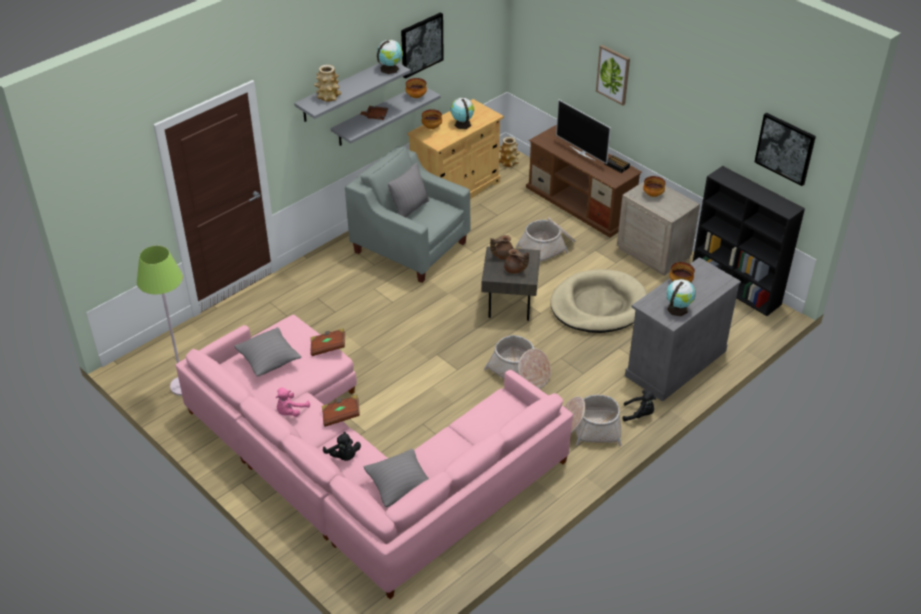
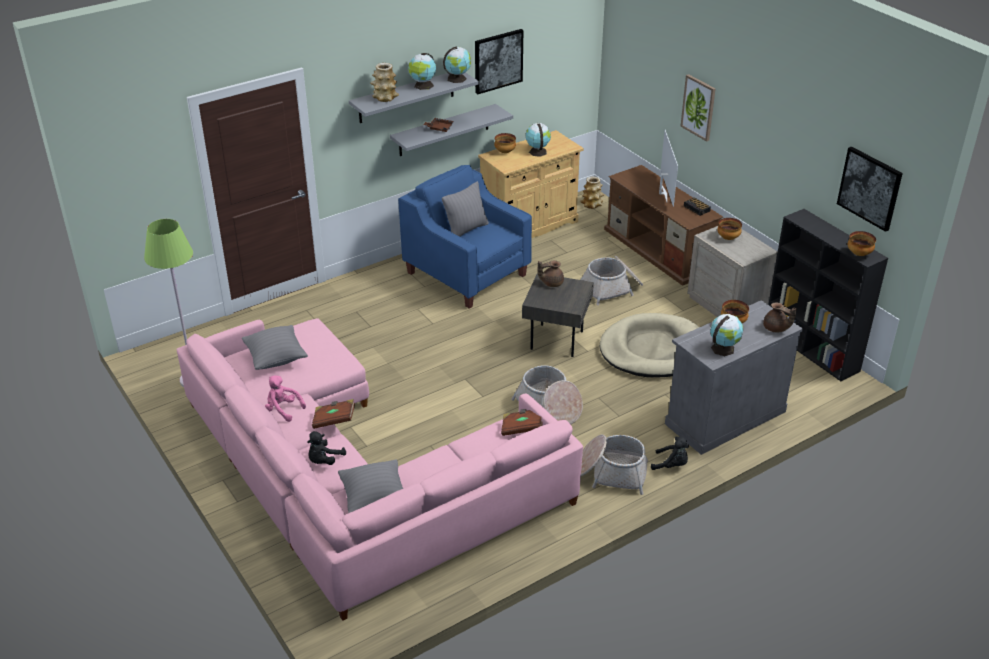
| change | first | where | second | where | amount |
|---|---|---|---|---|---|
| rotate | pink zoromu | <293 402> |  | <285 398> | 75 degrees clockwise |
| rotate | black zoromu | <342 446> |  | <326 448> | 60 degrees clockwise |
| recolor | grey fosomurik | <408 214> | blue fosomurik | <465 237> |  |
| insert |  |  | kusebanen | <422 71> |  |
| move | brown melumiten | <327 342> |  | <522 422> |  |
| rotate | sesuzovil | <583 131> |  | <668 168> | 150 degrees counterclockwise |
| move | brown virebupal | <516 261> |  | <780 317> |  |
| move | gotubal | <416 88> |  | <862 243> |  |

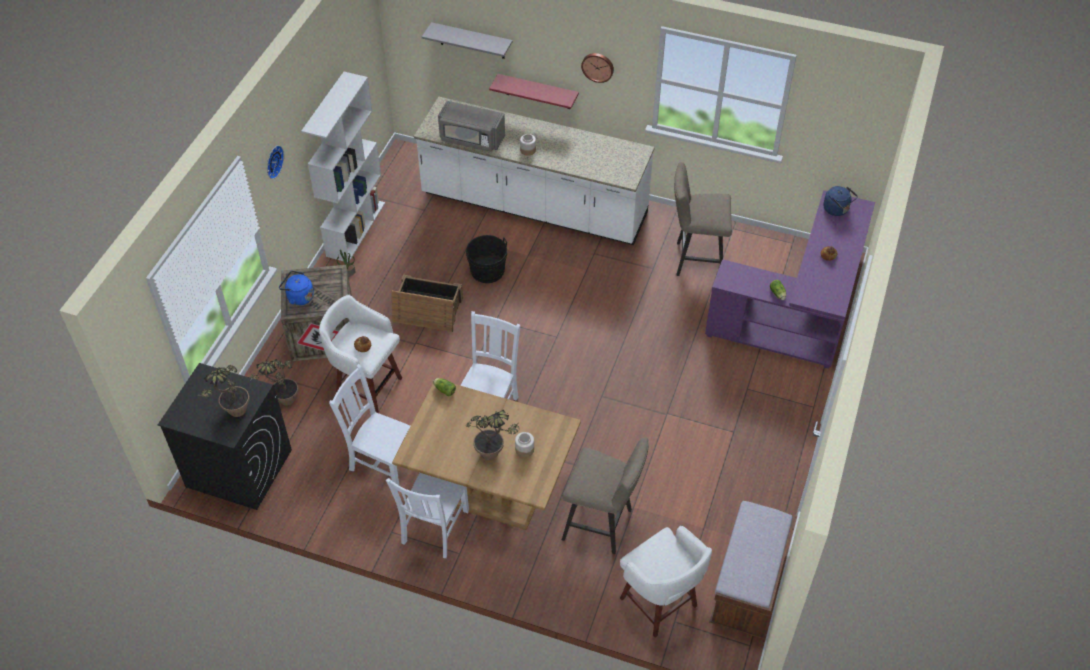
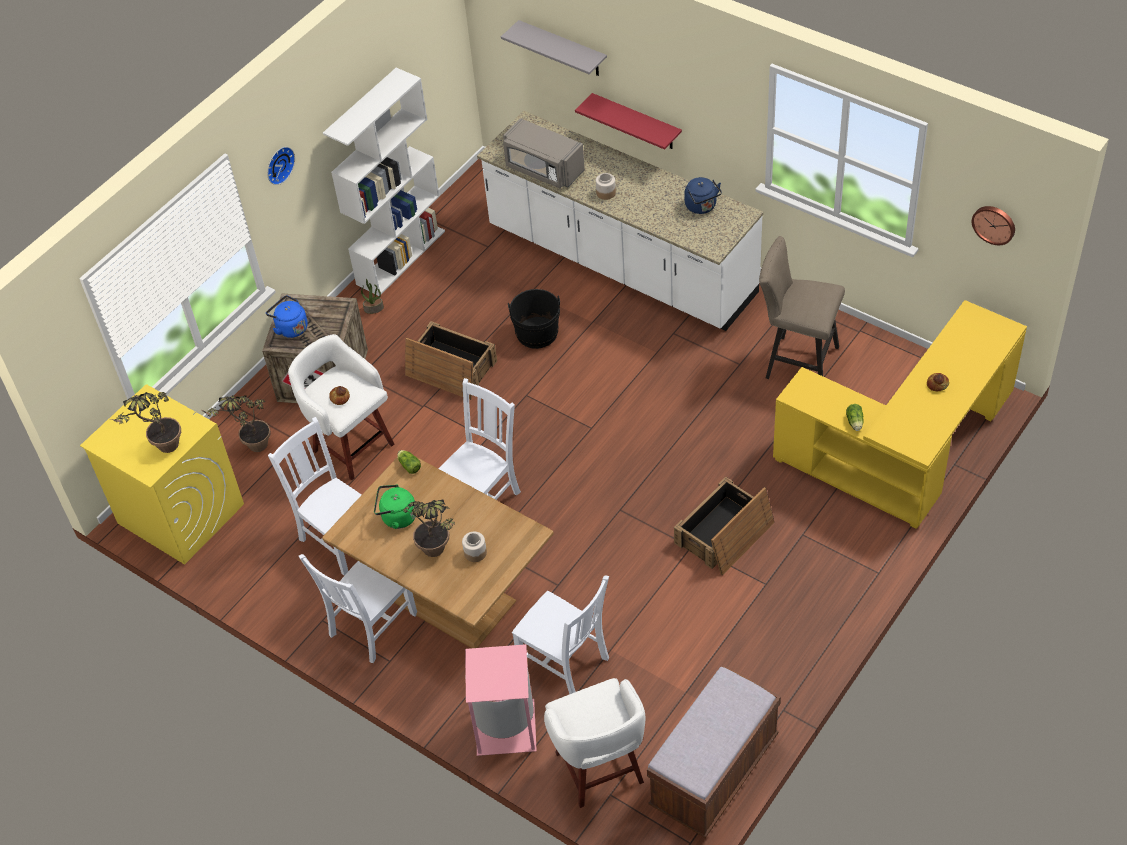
| change | first | where | second | where | amount |
|---|---|---|---|---|---|
| recolor | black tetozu | <225 436> | yellow tetozu | <162 474> |  |
| insert |  |  | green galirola | <395 506> |  |
| insert |  |  | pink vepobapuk | <501 700> |  |
| replace | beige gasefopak | <605 495> | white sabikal | <560 635> |  |
| insert |  |  | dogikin | <724 526> |  |
| move | blue galirola | <840 201> |  | <703 195> |  |
| recolor | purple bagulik | <790 279> | yellow bagulik | <900 414> |  |
| move | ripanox | <597 68> |  | <993 225> |  |

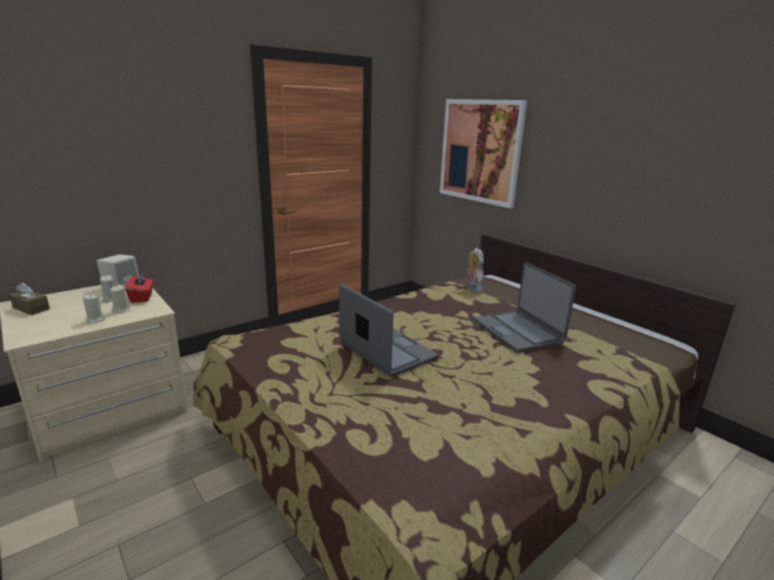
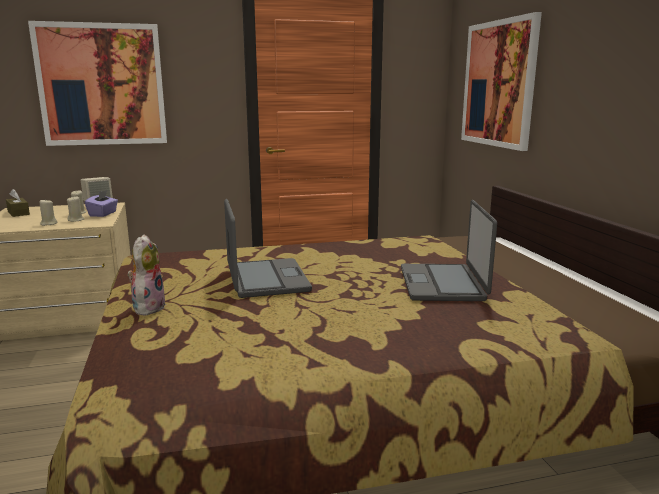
| change | first | where | second | where | amount |
|---|---|---|---|---|---|
| insert |  |  | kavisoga | <97 83> |  |
| recolor | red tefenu | <139 288> | purple tefenu | <101 203> |  |
| move | zoromu | <475 270> |  | <146 275> |  |

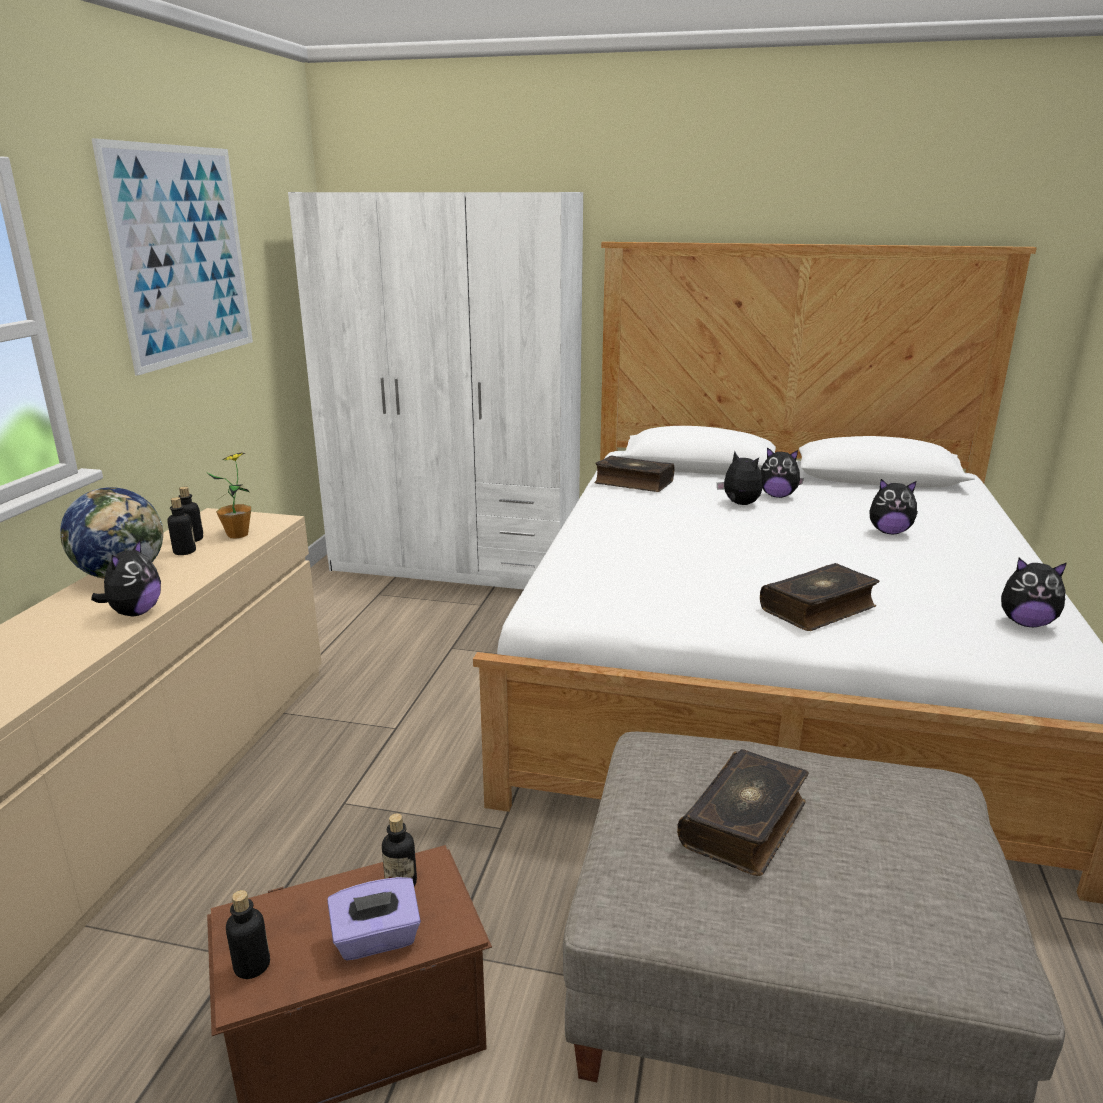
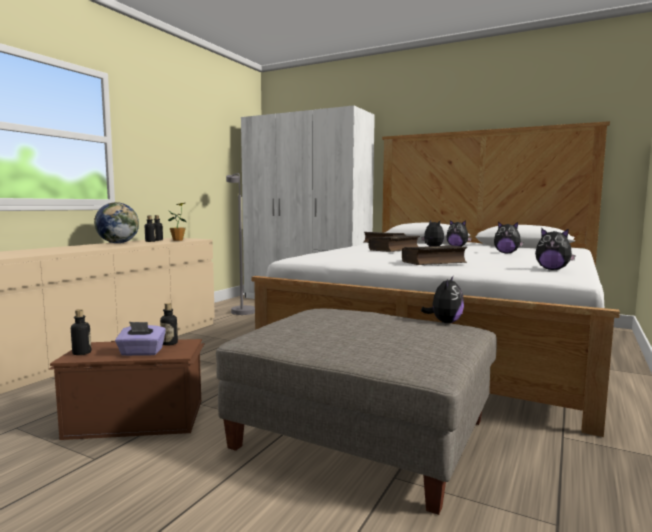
| change | first | where | second | where | amount |
|---|---|---|---|---|---|
| insert |  |  | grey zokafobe | <240 244> |  |
| move | melumiten | <743 812> |  | <394 243> |  |
| move | zoromu | <126 578> |  | <442 299> |  |
| delete | kavisoga | <172 257> |  |  |  |

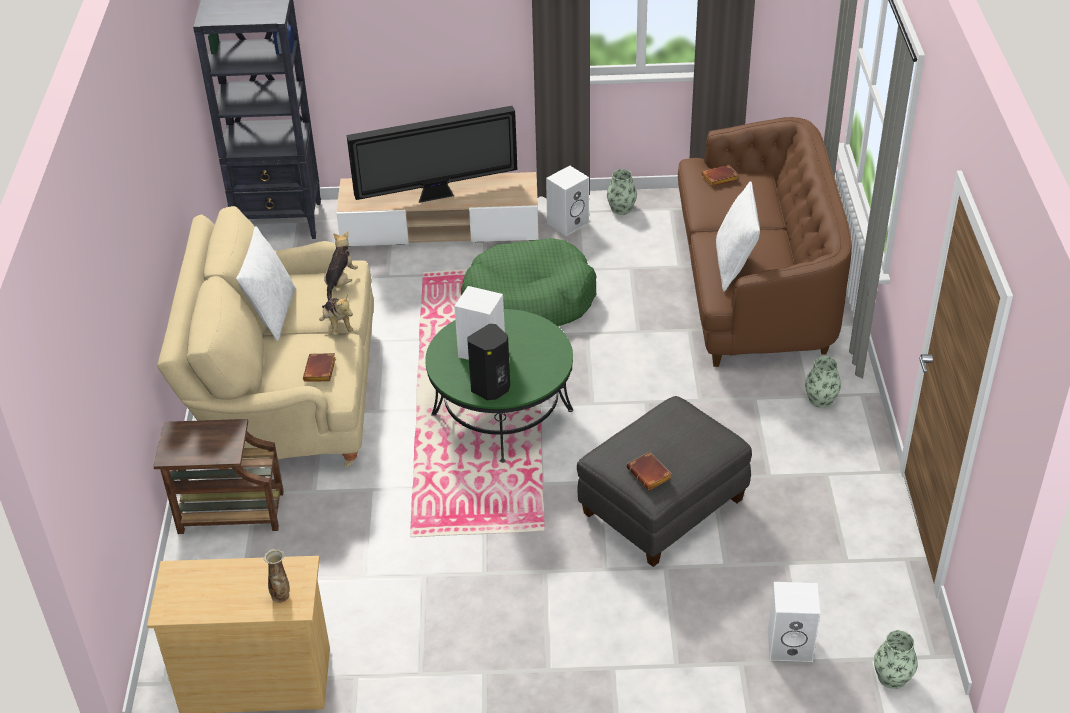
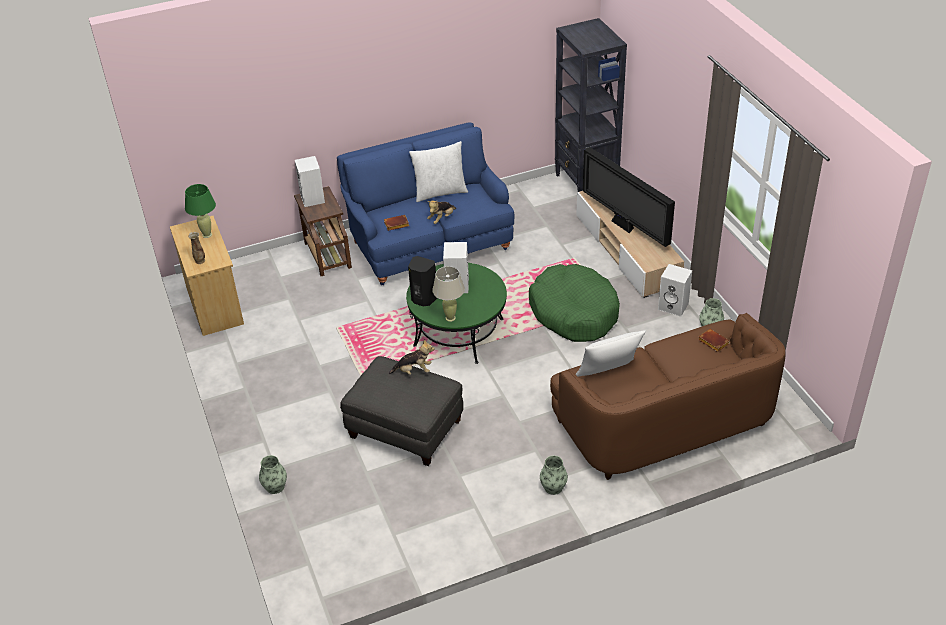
| change | first | where | second | where | amount |
|---|---|---|---|---|---|
| insert |  |  | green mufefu | <200 211> |  |
| move | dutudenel | <895 659> |  | <273 474> |  |
| move | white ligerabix | <794 622> |  | <310 181> |  |
| recolor | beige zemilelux | <265 338> | blue zemilelux | <425 203> |  |
| move | zoromu | <341 265> |  | <412 357> |  |
| insert |  |  | beige mufefu | <448 294> |  |
| delete | brown melumiten | <649 471> |  |  |  |

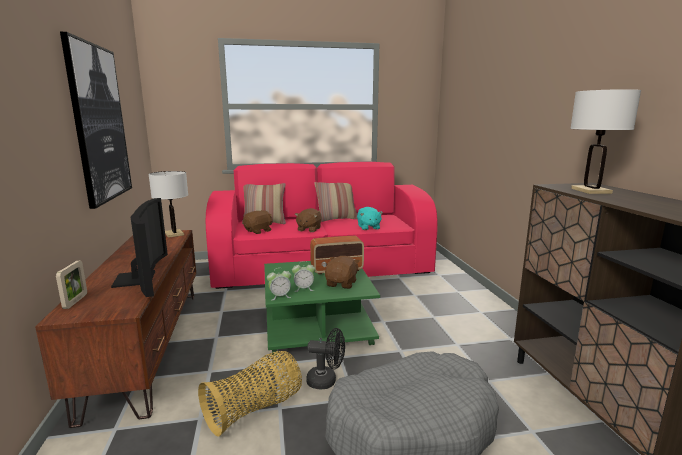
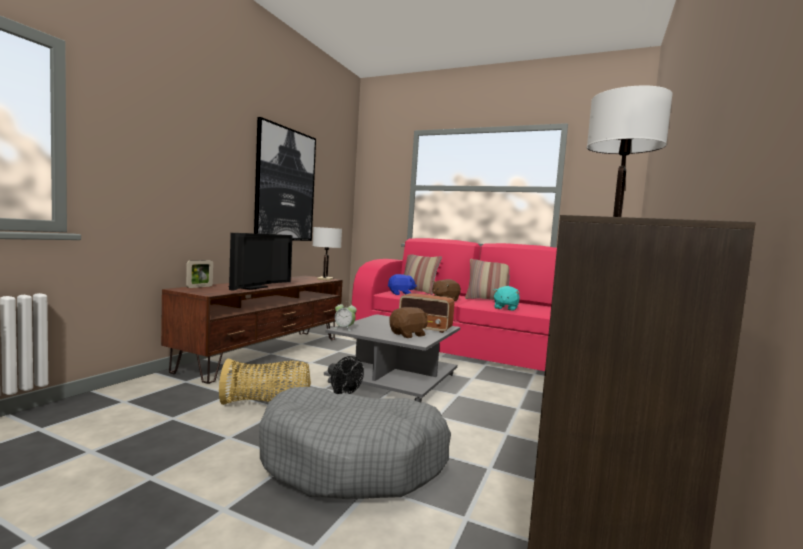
| change | first | where | second | where | amount |
|---|---|---|---|---|---|
| recolor | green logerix | <322 308> | grey logerix | <392 358> |  |
| recolor | brown zoromu | <258 222> | blue zoromu | <402 284> |  |
| delete | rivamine | <304 276> |  |  |  |

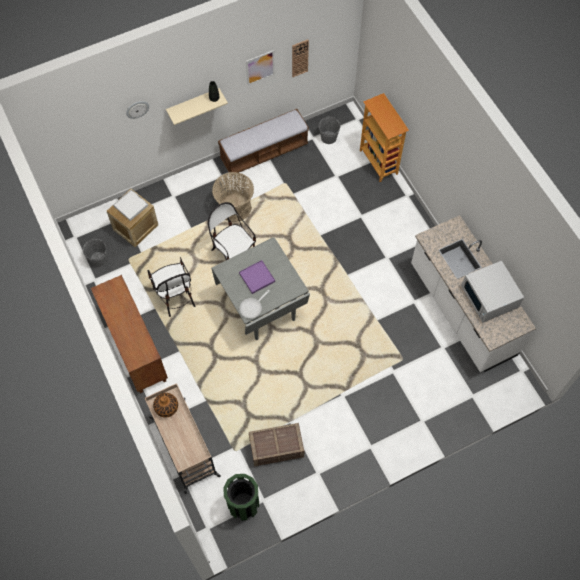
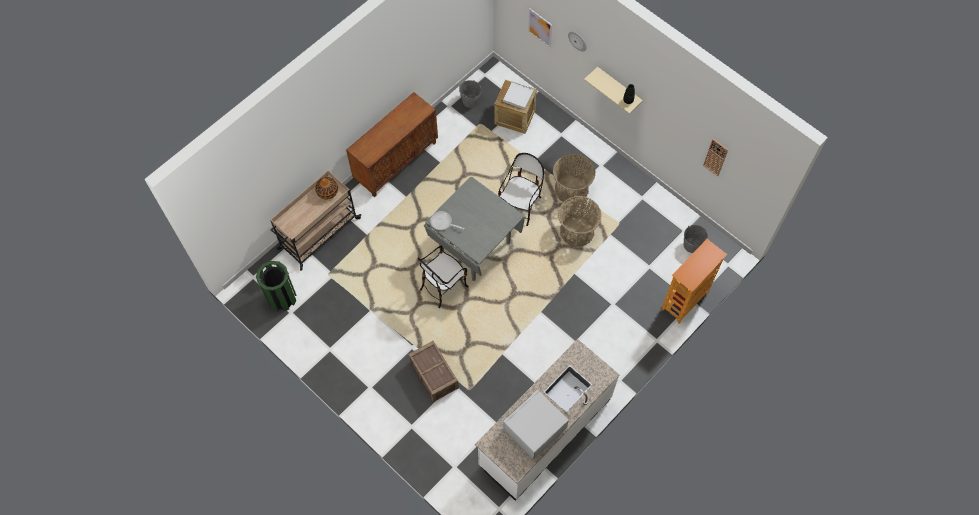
| change | first | where | second | where | amount |
|---|---|---|---|---|---|
| move | dogikin | <276 445> |  | <433 371> |  |
| move | sabikal | <171 287> |  | <443 277> |  |
| move | kavisoga | <260 67> |  | <540 28> |  |
| insert |  |  | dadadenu | <580 221> |  |
| delete | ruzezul | <263 142> |  |  |  |
| delete | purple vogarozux | <257 277> |  |  |  |

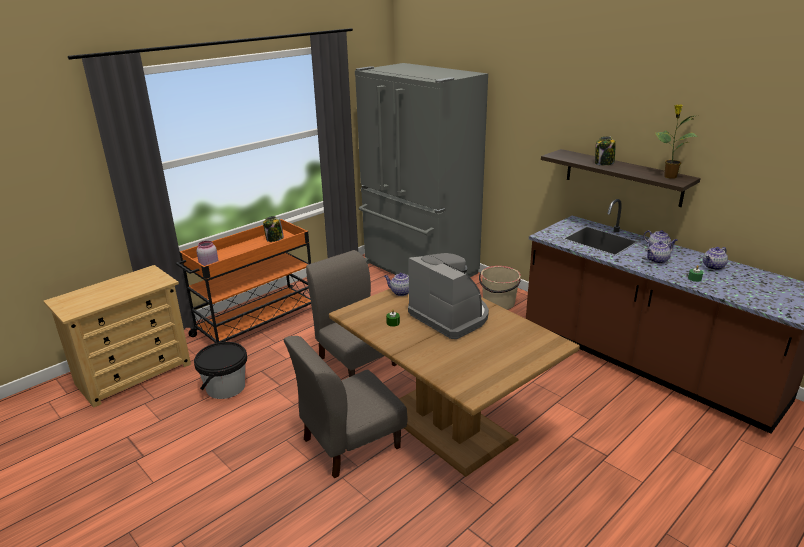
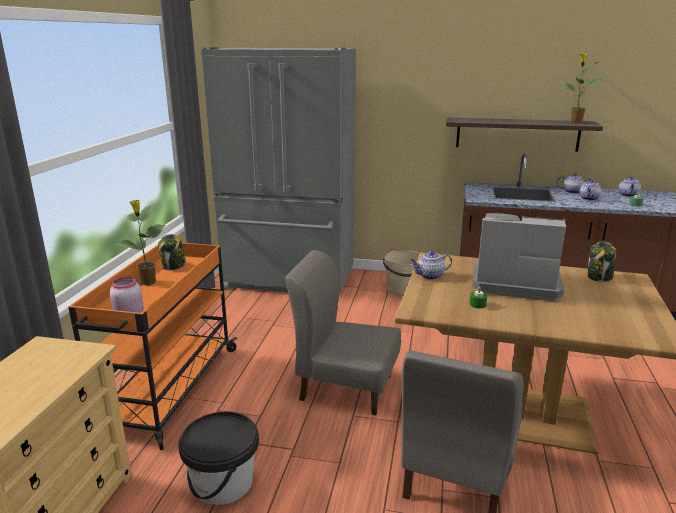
| change | first | where | second | where | amount |
|---|---|---|---|---|---|
| insert |  |  | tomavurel | <140 242> |  |
| move | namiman | <605 151> |  | <601 262> |  |

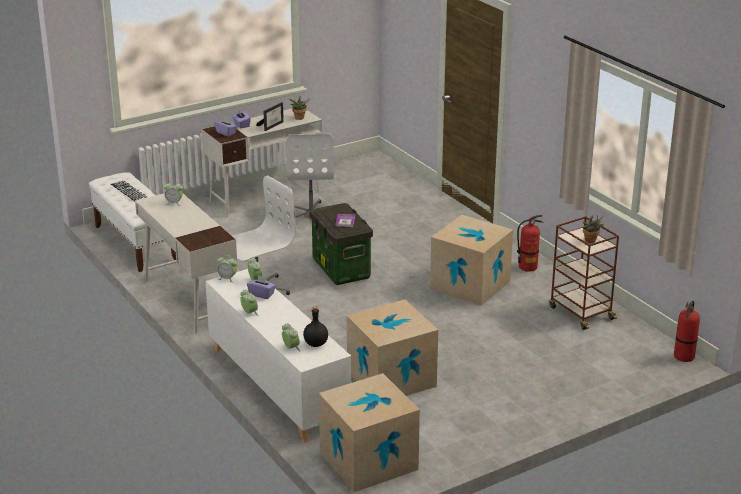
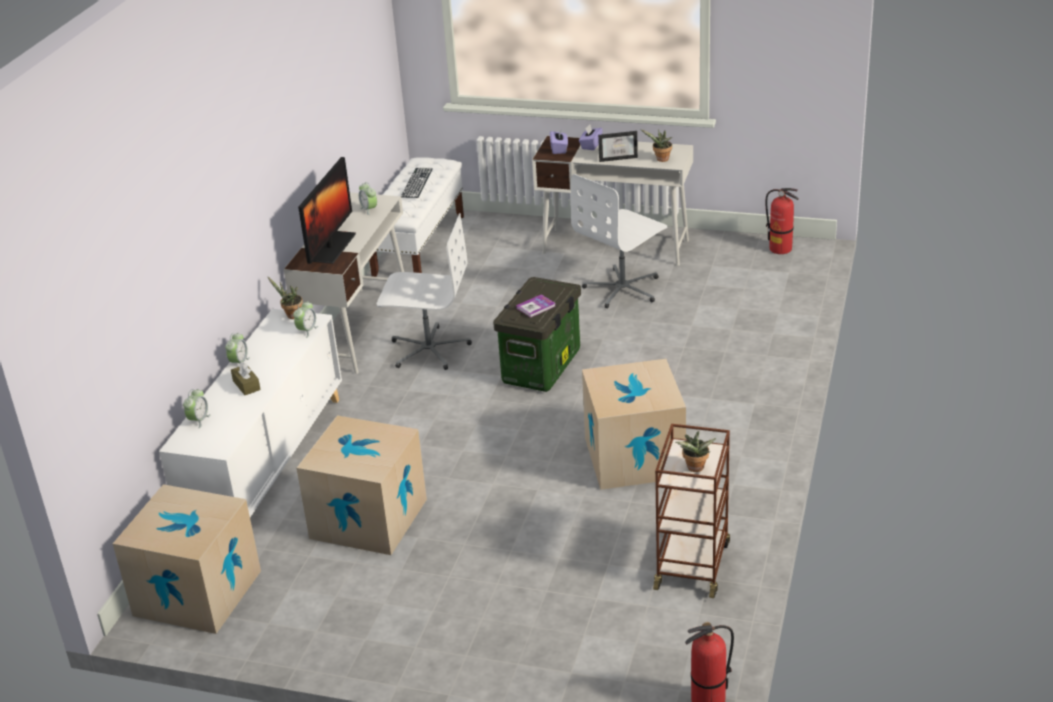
| change | first | where | second | where | amount |
|---|---|---|---|---|---|
| insert |  |  | brown tefenu | <246 378> |  |
| replace | rivamine | <227 268> | tomavurel | <285 297> |  |
| insert |  |  | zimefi | <327 210> |  |
| move | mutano | <530 243> |  | <782 221> |  |
| delete | purple tefenu | <261 287> |  |  |  |
| delete | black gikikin | <315 326> |  |  |  |

